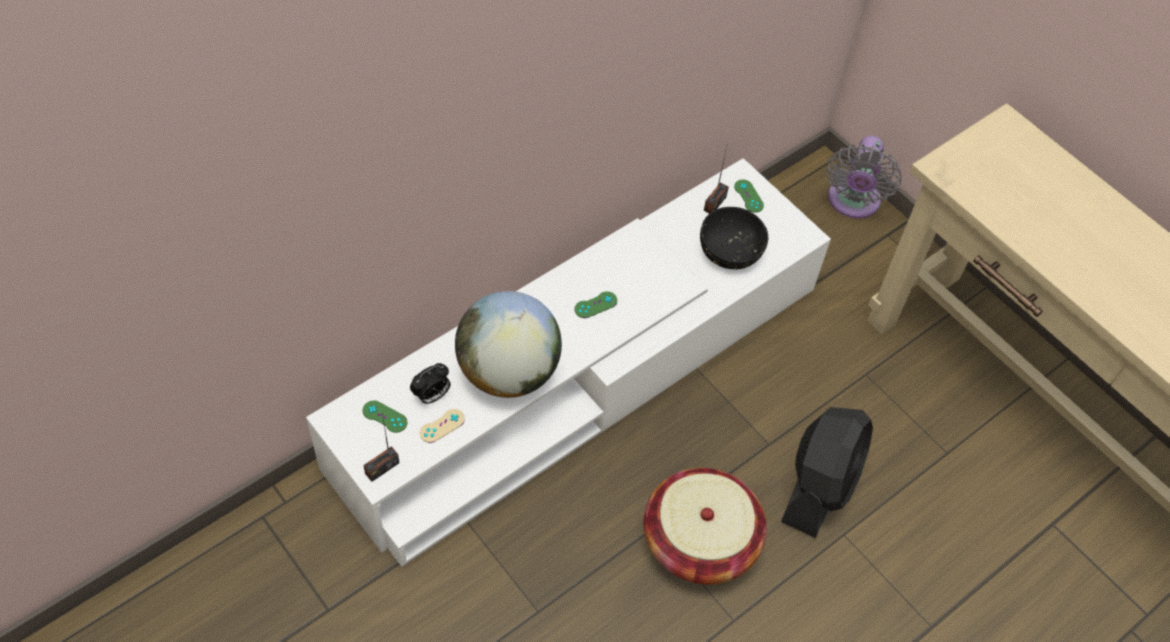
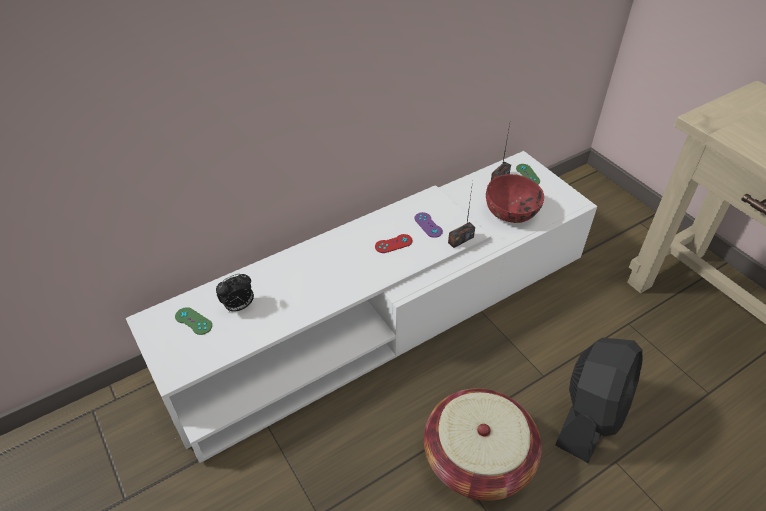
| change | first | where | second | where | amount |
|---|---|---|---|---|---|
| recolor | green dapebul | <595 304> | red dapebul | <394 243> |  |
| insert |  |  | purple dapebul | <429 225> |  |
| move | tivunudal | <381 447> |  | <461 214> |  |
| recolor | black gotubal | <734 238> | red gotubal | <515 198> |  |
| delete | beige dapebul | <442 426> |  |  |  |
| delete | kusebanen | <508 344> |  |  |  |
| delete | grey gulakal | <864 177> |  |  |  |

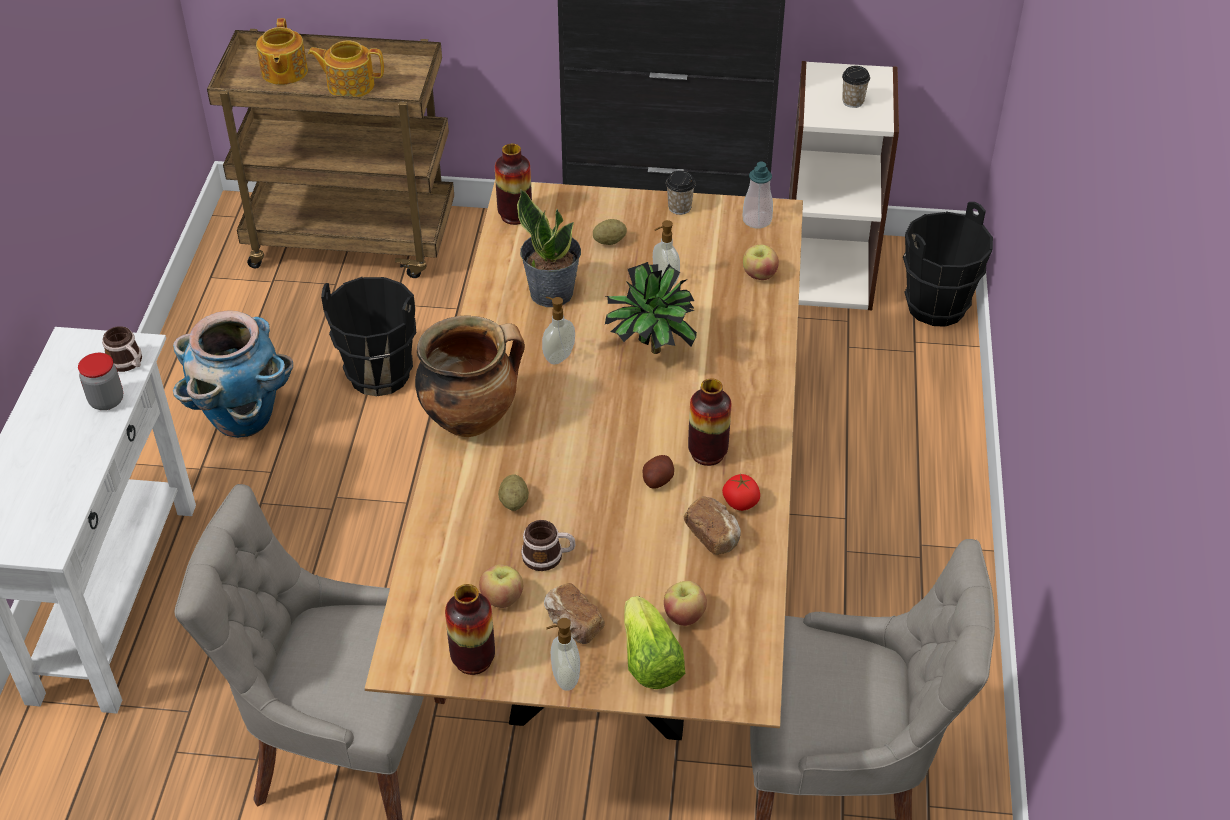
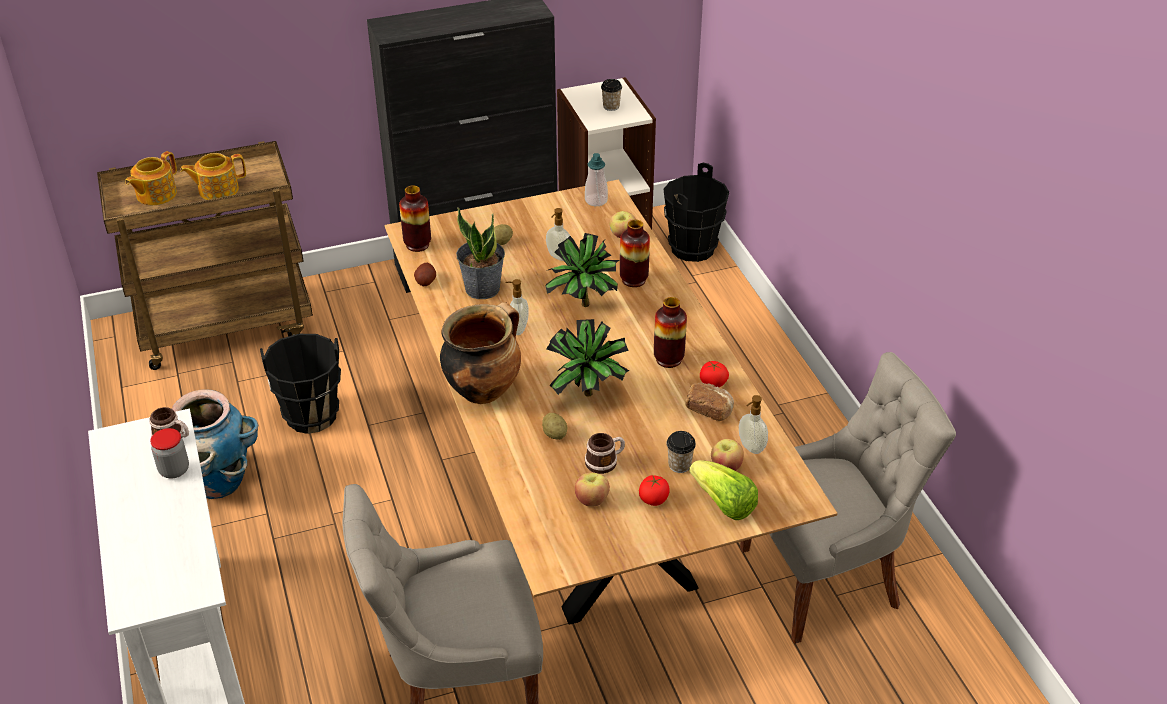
| change | first | where | second | where | amount |
|---|---|---|---|---|---|
| rotate | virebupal | <282 51> |  | <151 178> | 60 degrees clockwise |
| move | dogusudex | <658 472> |  | <425 274> |  |
| insert |  |  | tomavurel | <587 358> |  |
| move | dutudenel | <470 629> |  | <635 253> |  |
| replace | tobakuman | <574 613> | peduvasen | <654 490> |  |
| move | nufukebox | <681 192> |  | <681 452> |  |
| move | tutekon | <563 654> |  | <753 424> |  |

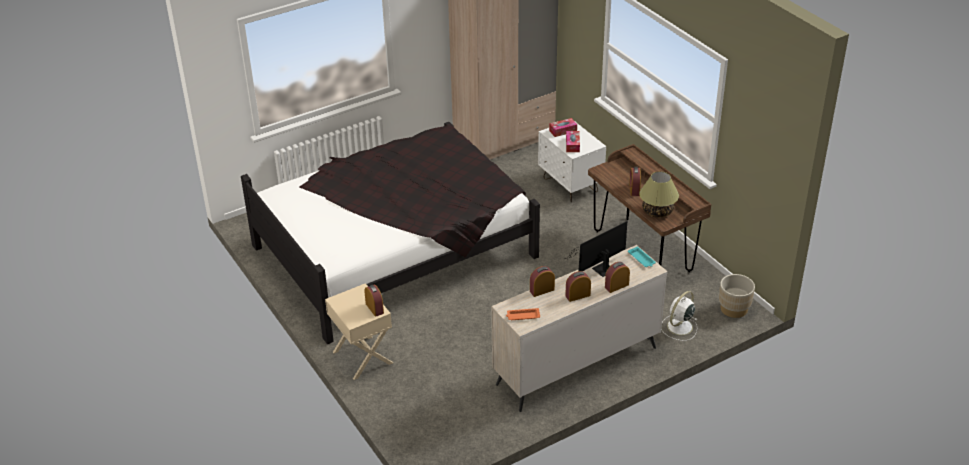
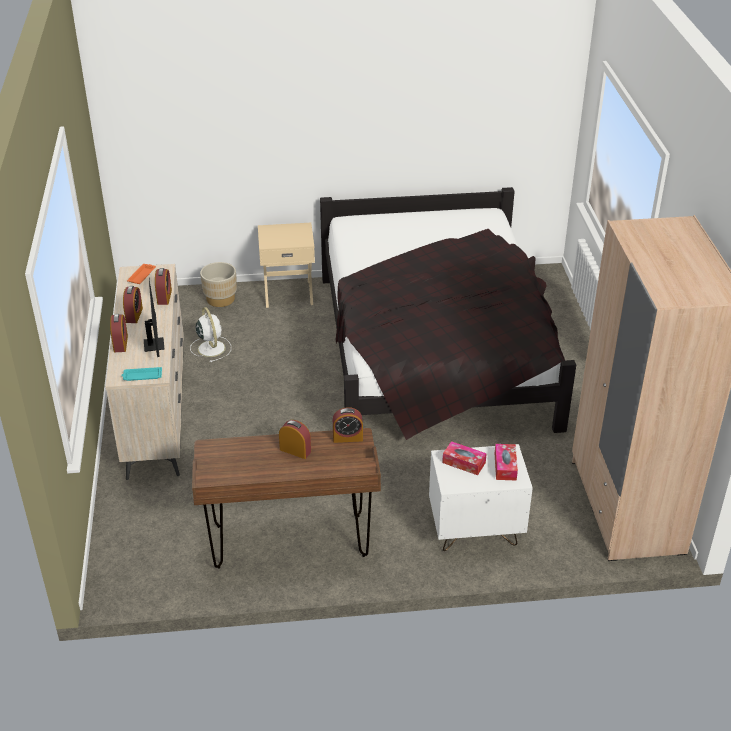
| change | first | where | second | where | amount |
|---|---|---|---|---|---|
| move | white gulakal | <679 316> |  | <210 334> |  |
| move | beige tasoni | <737 296> |  | <218 284> |  |
| move | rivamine | <374 301> |  | <348 425> |  |
| delete | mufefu | <659 194> |  |  |  |

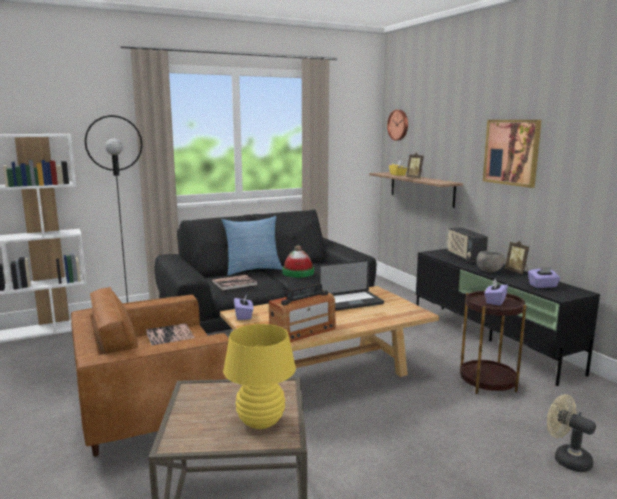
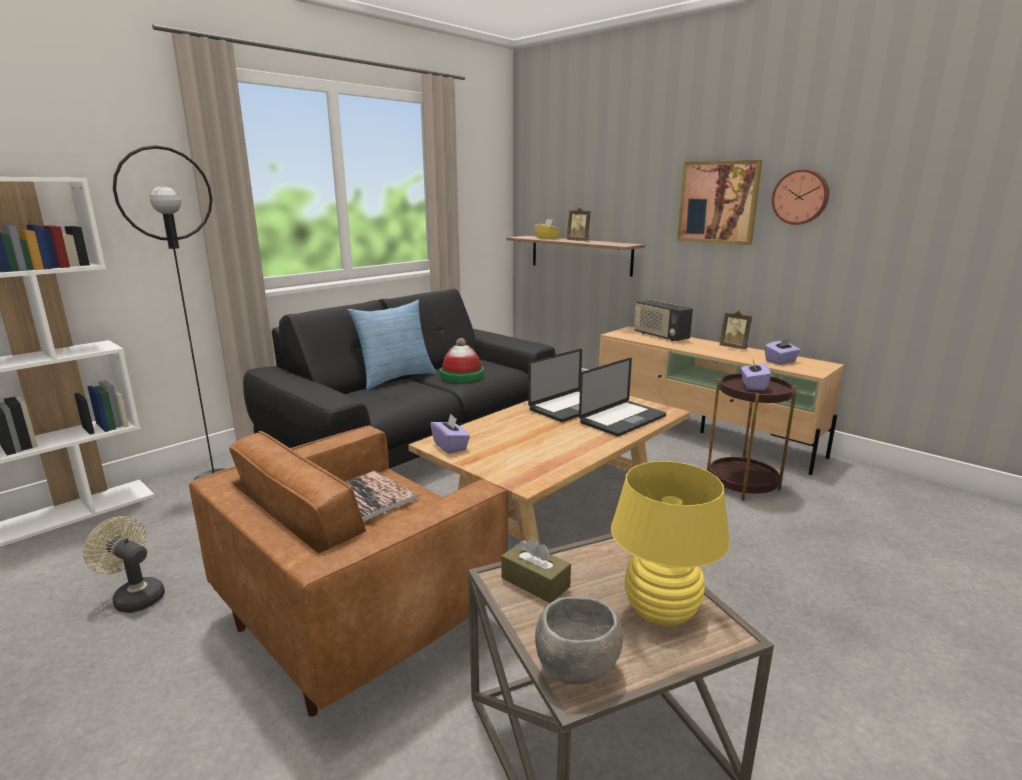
| change | first | where | second | where | amount |
|---|---|---|---|---|---|
| move | beige gulakal | <571 433> |  | <124 564> |  |
| insert |  |  | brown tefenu | <536 570> |  |
| move | grey gotubal | <491 261> |  | <579 640> |  |
| insert |  |  | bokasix | <622 397> |  |
| recolor | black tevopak | <508 317> | beige tevopak | <721 400> |  |
| move | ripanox | <397 125> |  | <800 197> |  |
| delete | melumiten | <234 282> |  |  |  |
| delete | tivunudal | <302 313> |  |  |  |

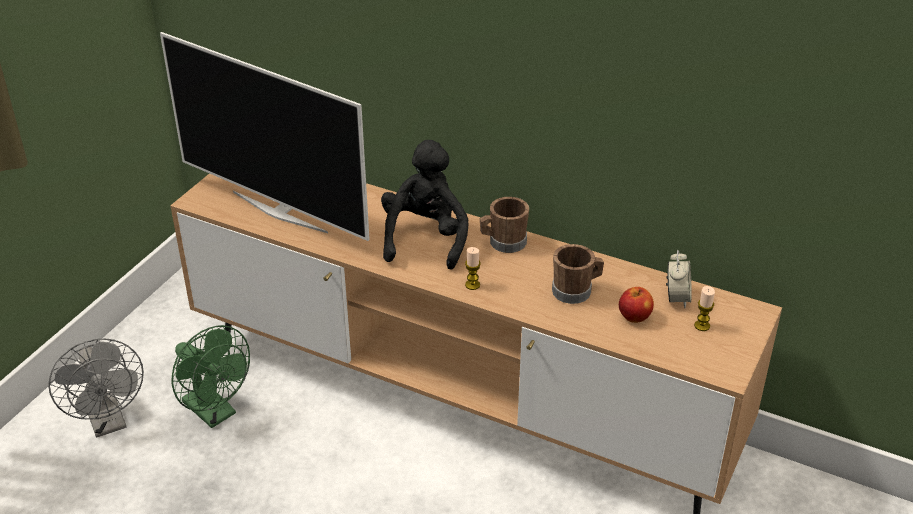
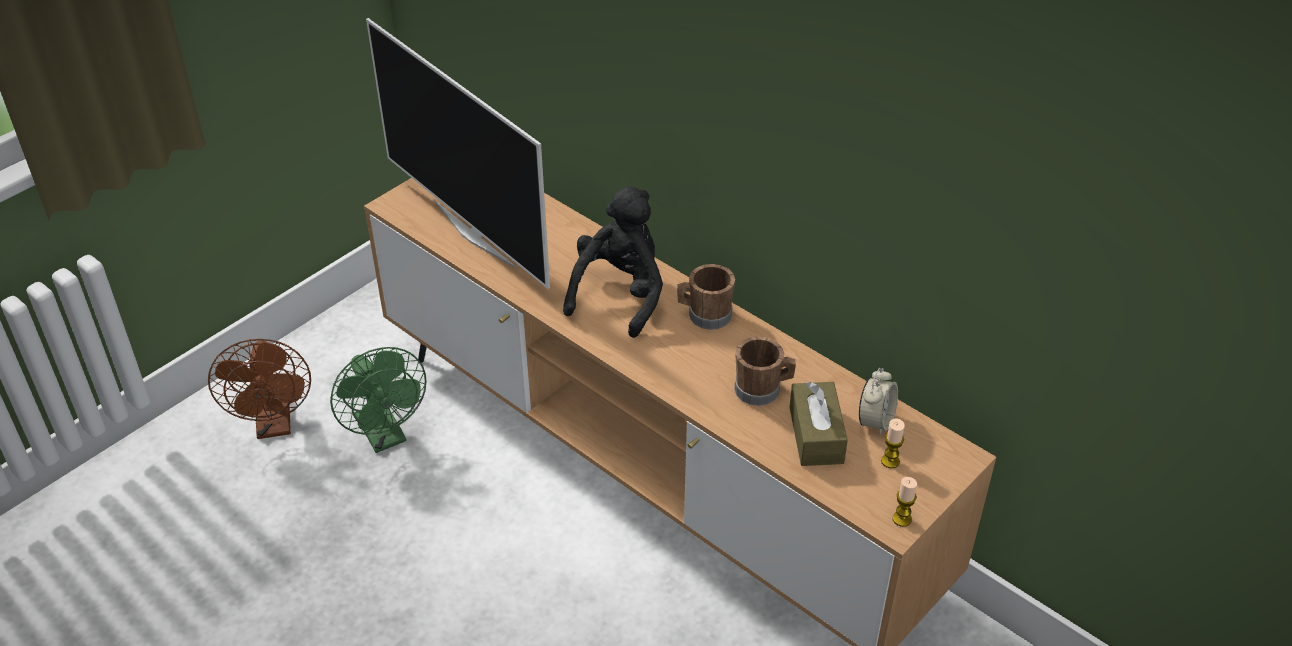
| change | first | where | second | where | amount |
|---|---|---|---|---|---|
| recolor | grey gulakal | <96 388> | brown gulakal | <259 389> |  |
| replace | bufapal | <636 305> | brown tefenu | <819 424> |  |
| move | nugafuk | <473 268> |  | <904 502> |  |

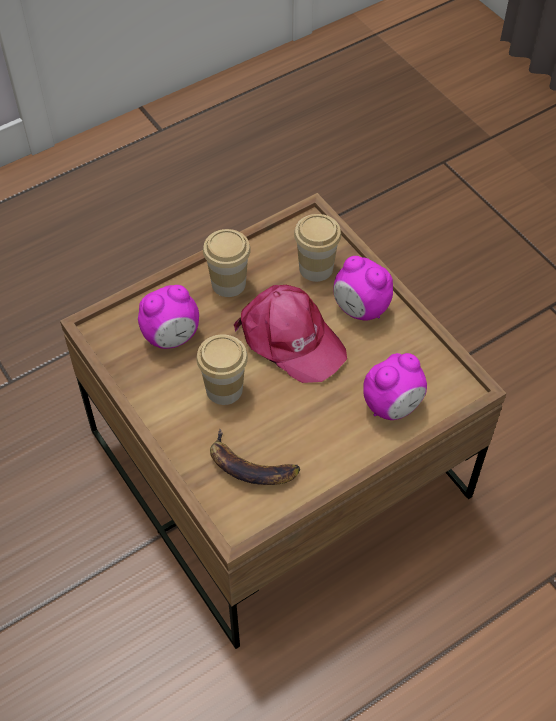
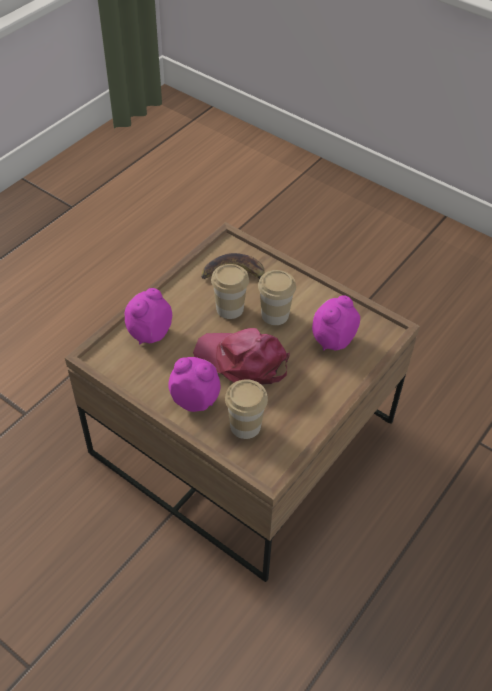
| change | first | where | second | where | amount |
|---|---|---|---|---|---|
| move | nufukebox | <227 263> |  | <230 291> |  |

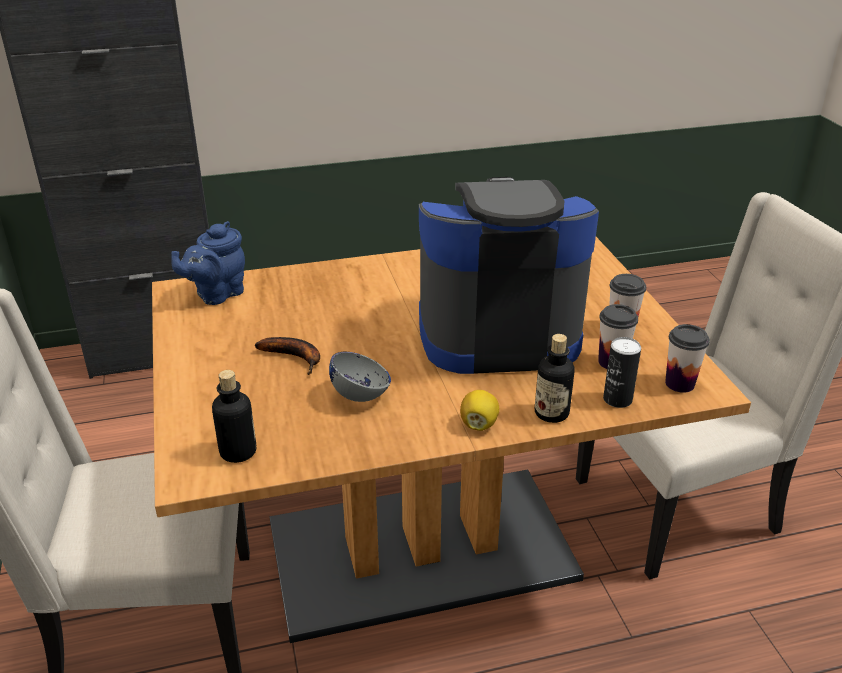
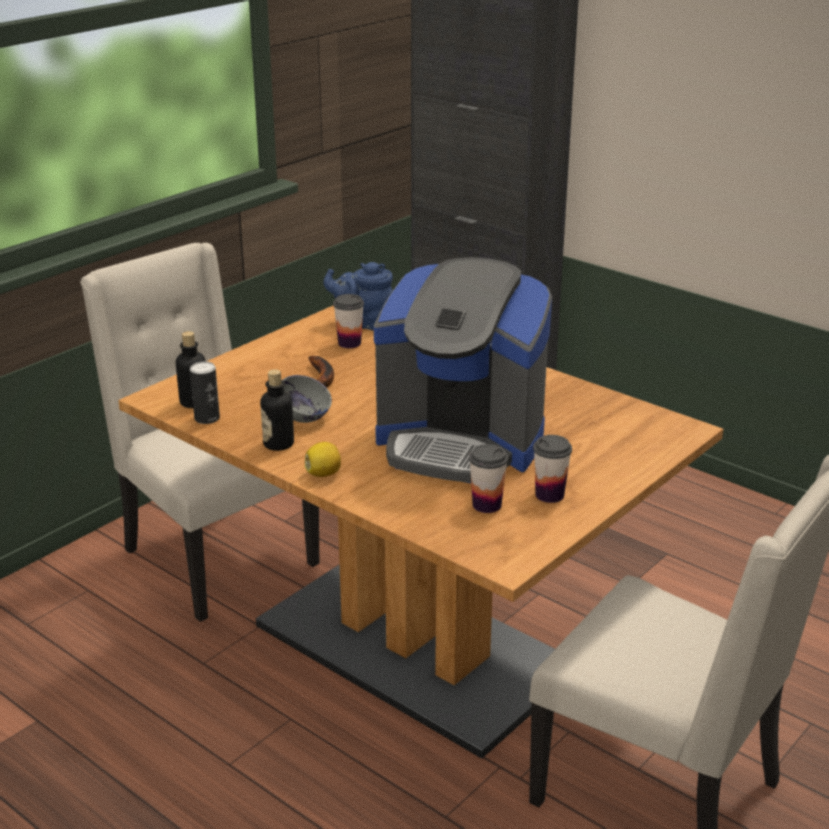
| change | first | where | second | where | amount |
|---|---|---|---|---|---|
| move | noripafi | <622 372> |  | <205 392> |  |
| move | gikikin | <554 378> |  | <277 410> |  |
| move | nufukebox | <687 358> |  | <348 321> |  |
| rotate | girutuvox | <509 275> |  | <463 370> | 150 degrees clockwise |

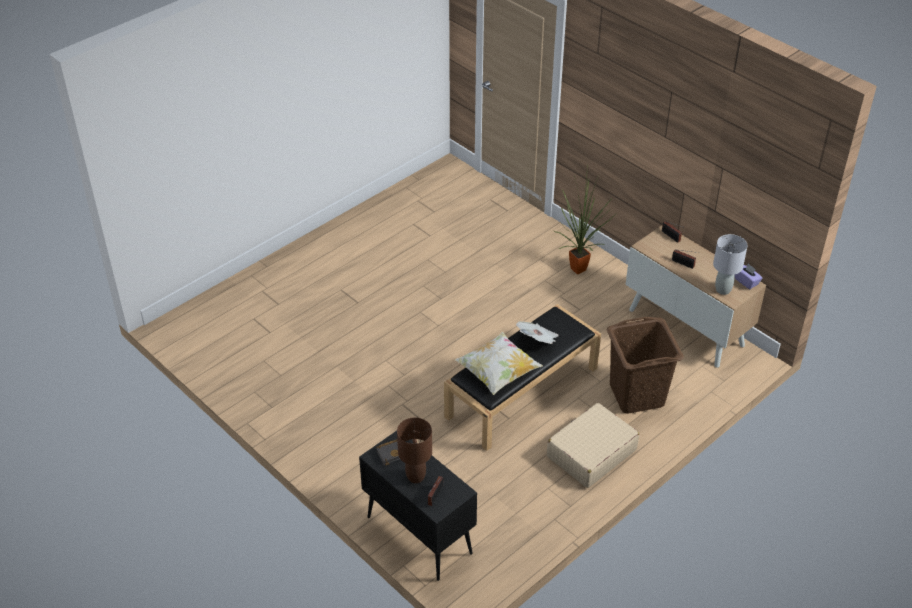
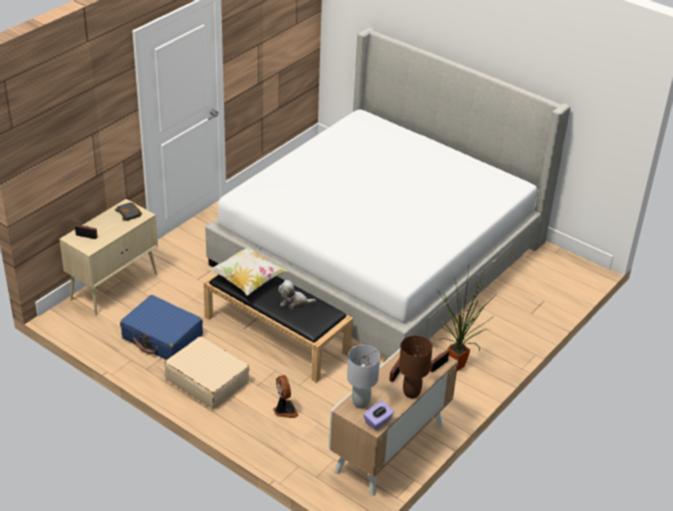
| change | first | where | second | where | amount |
|---|---|---|---|---|---|
| recolor | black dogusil | <418 506> | beige dogusil | <108 257> |  |
| insert |  |  | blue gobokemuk | <161 327> |  |
| insert |  |  | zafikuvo | <387 192> |  |
| replace | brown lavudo | <645 365> | gulakal | <285 396> |  |
| replace | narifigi | <537 332> | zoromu | <297 295> |  |
| move | brown mufefu | <414 450> |  | <416 367> |  |

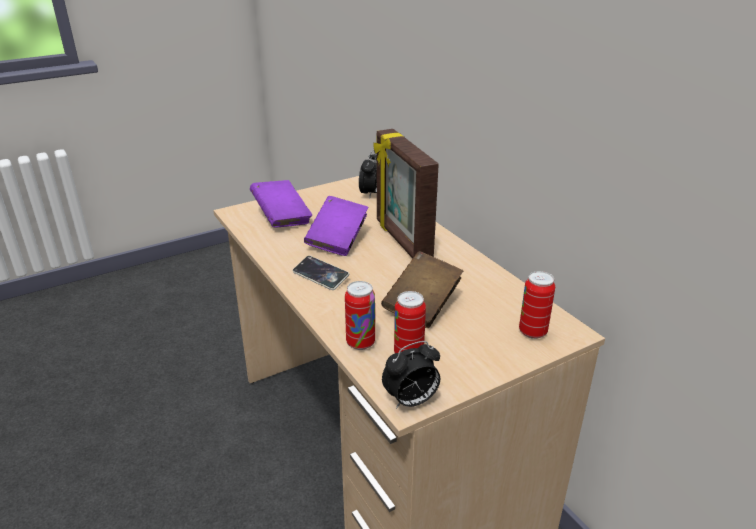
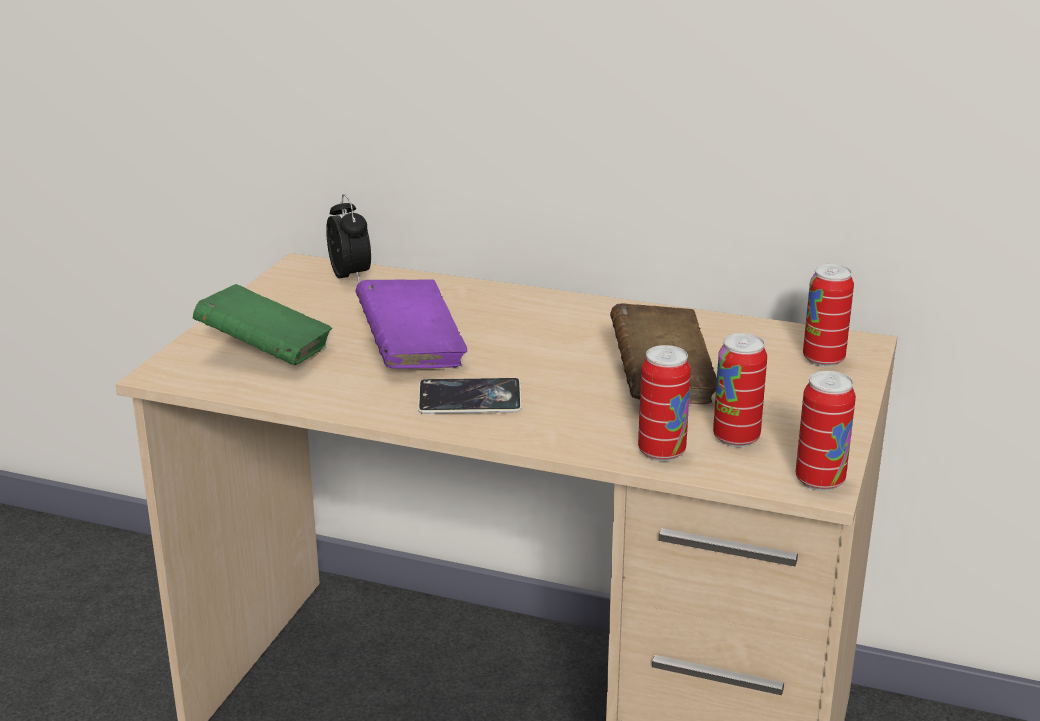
| change | first | where | second | where | amount |
|---|---|---|---|---|---|
| recolor | purple melumiten | <281 204> | green melumiten | <262 324> |  |
| replace | rivamine | <411 375> | noripafi | <826 431> |  |
| delete | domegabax | <406 193> |  |  |  |

